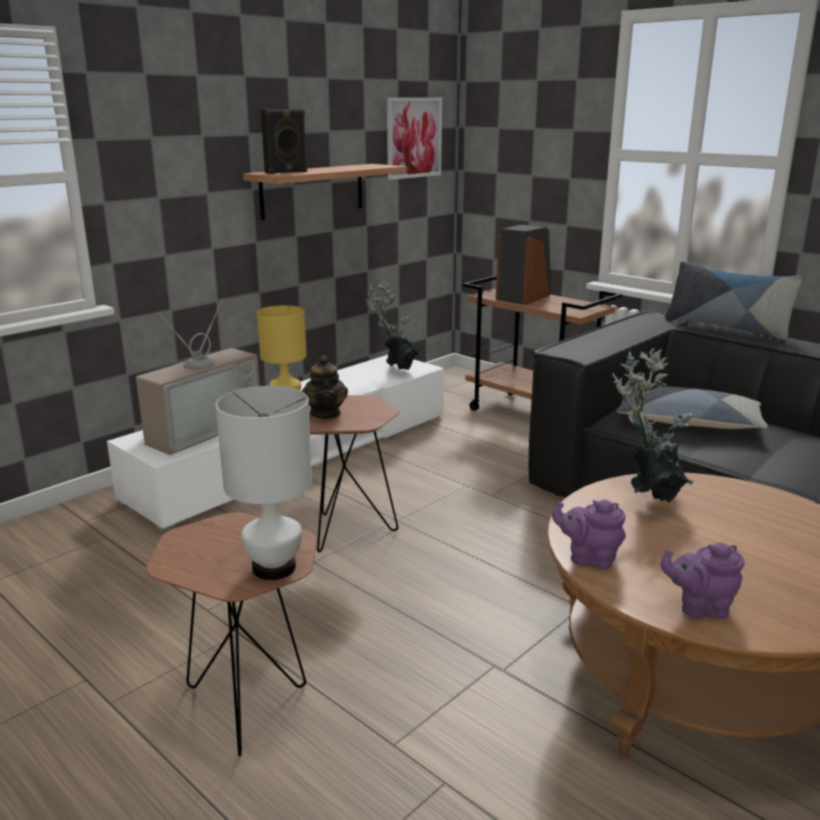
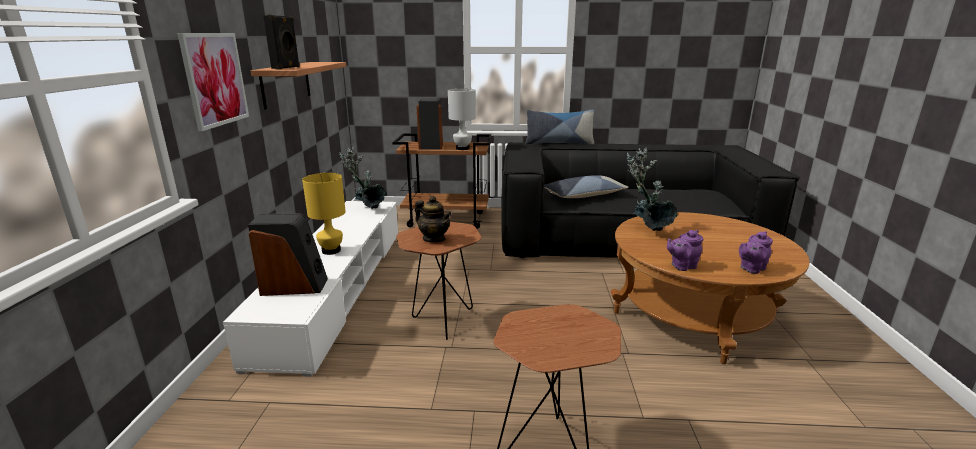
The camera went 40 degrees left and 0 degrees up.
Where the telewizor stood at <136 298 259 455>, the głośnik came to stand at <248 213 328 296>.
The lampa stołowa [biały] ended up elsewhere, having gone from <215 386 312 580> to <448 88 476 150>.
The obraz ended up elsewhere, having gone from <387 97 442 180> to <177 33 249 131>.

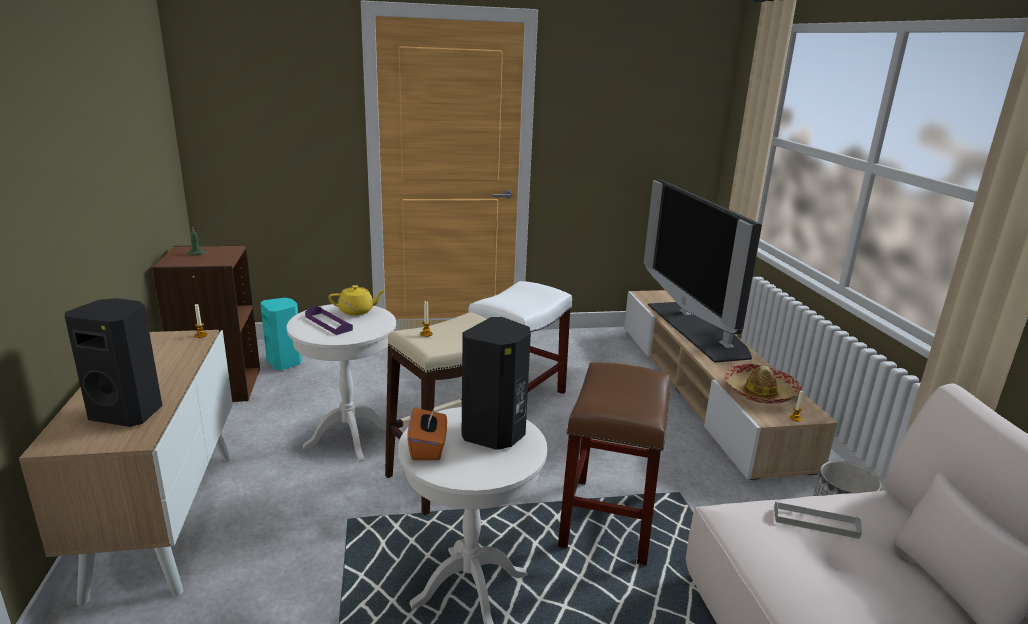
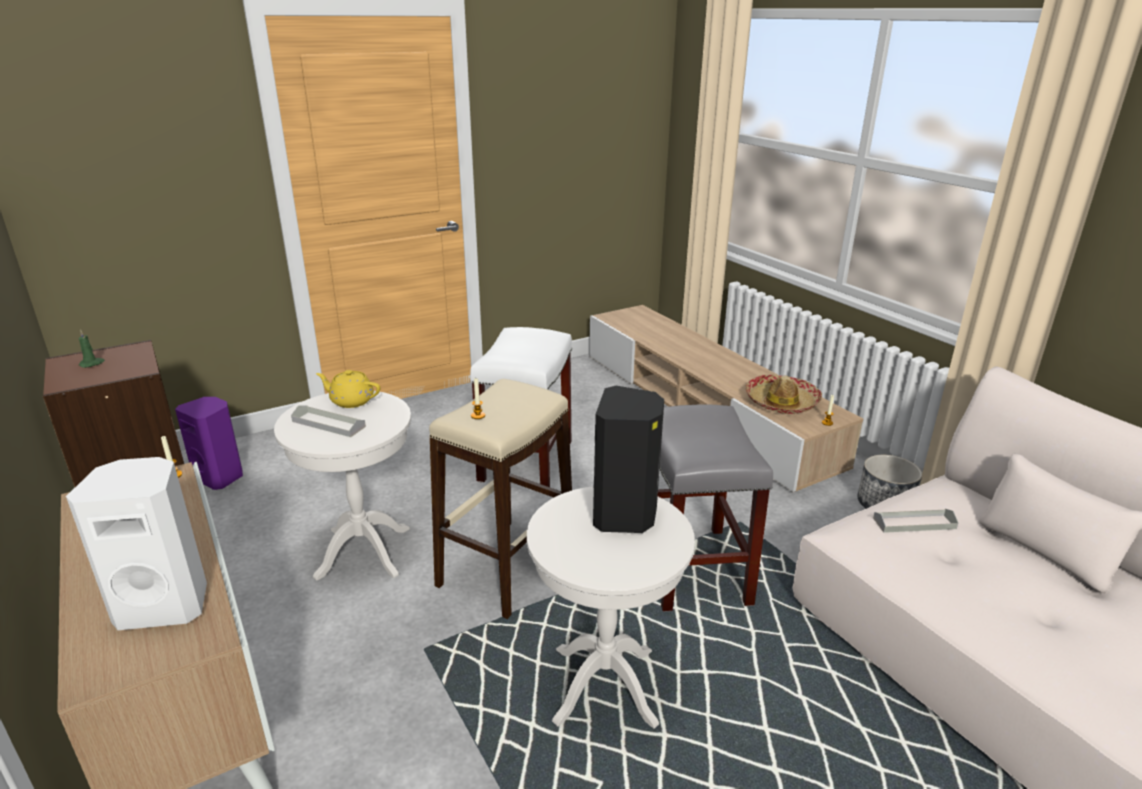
The camera went 20 degrees left and 5 degrees up.
What was the głośnik [czarny] at <65 298 162 427> turned into the głośnik [biały] at <66 457 207 630>.
What was the głośnik [turkusowy] at <260 298 302 370> turned into the głośnik [fioletowy] at <175 397 243 490>.
What was the taca [fioletowy] at <305 306 353 335> turned into the taca [szary] at <291 405 366 437>.
The imbryk [żółty] at <328 285 386 316> ended up facing another way, 135 degrees counterclockwise from before.
The second view lost the pudełko chusteczek [pomarańczowy] at <408 406 447 460>.
What was the stołek [brązowy] at <558 362 671 566> turned into the stołek [szary] at <658 404 773 612>.
The second view lost the telewizor at <643 179 762 363>.

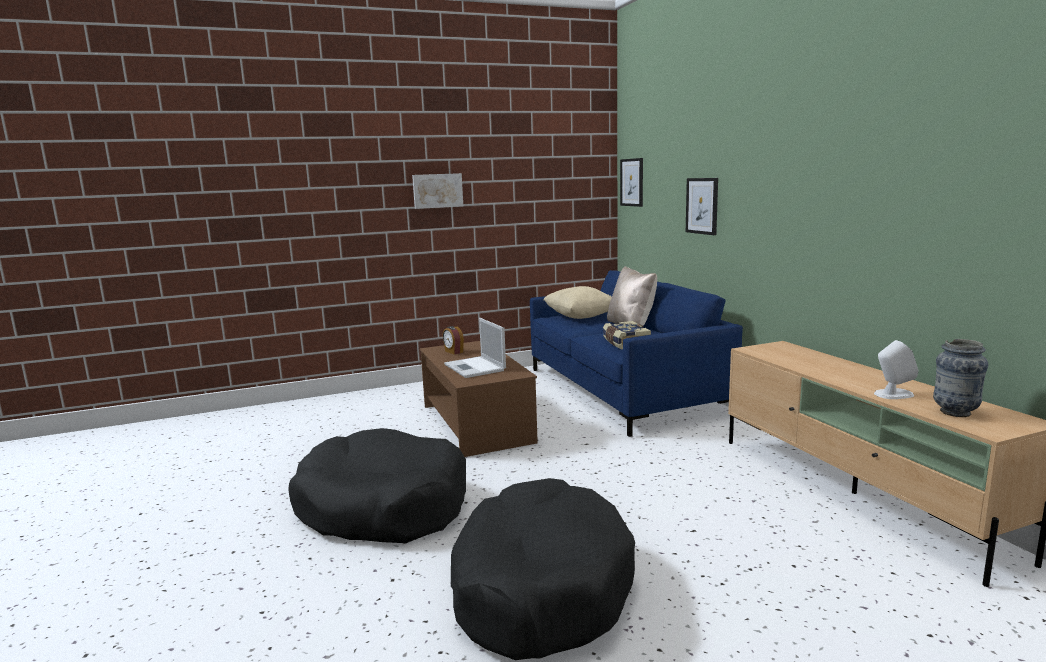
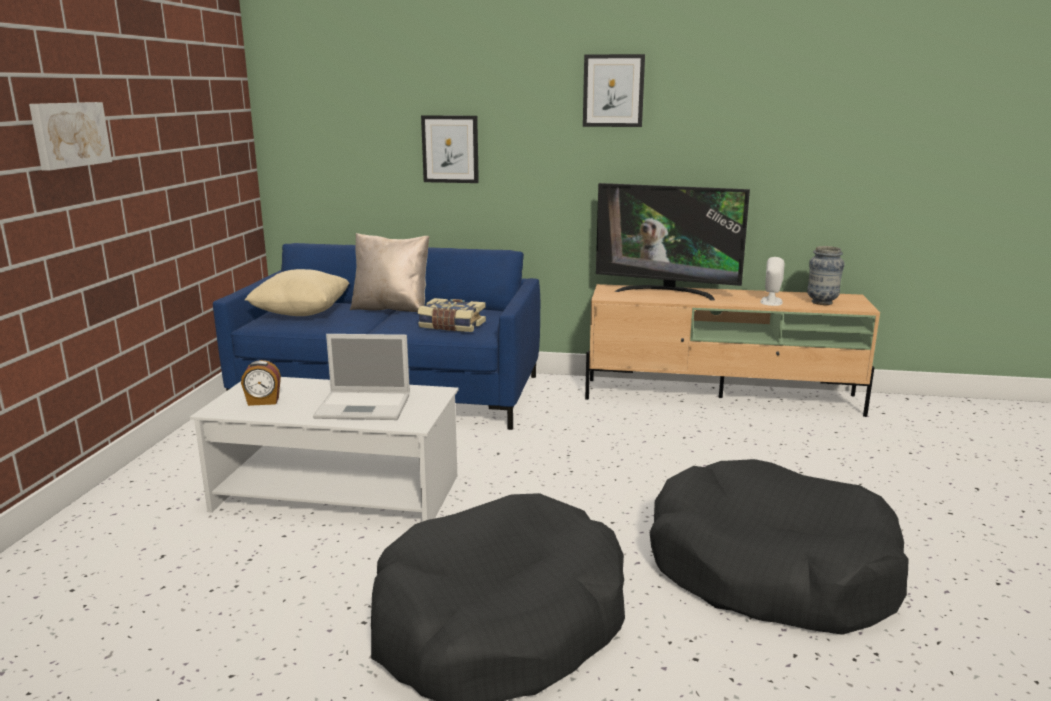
The camera went 60 degrees left and 5 degrees up.
What was the ława [brązowy] at <420 341 538 457> turned into the ława [biały] at <190 377 459 522>.
The obraz ended up elsewhere, having gone from <620 158 643 207> to <583 54 645 127>.
The second view gained the telewizor at <596 183 750 300>.

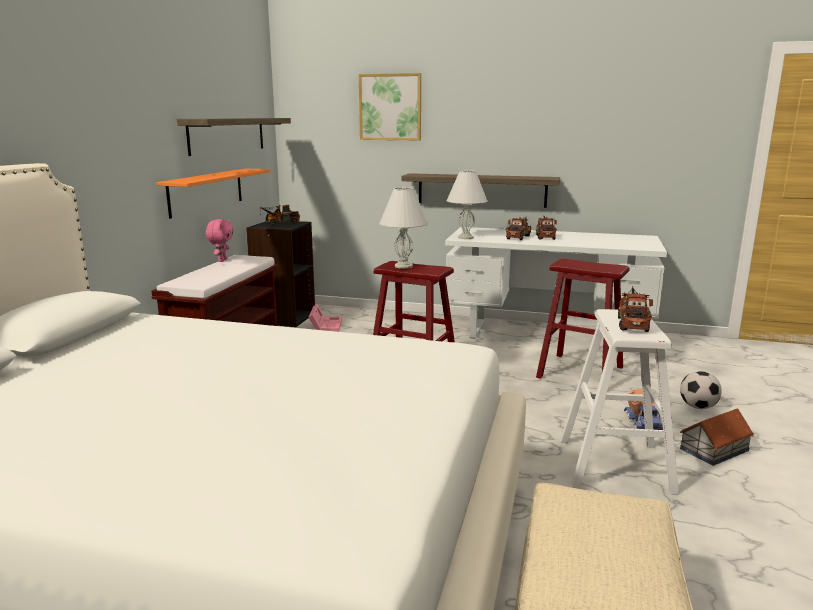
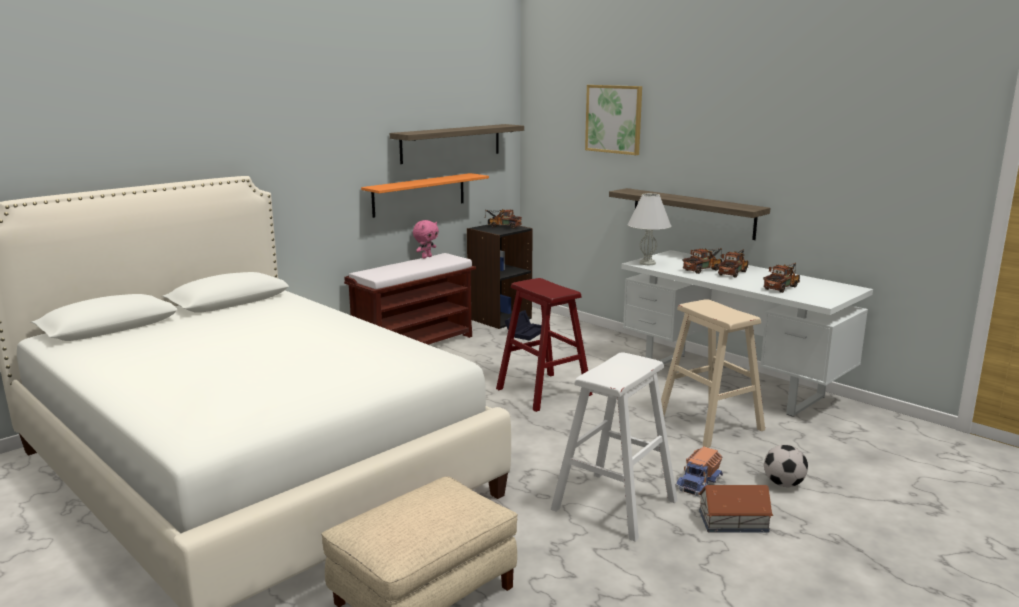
The camera went 30 degrees right and 0 degrees up.
What was the pojemnik do przechowywania [różowy] at <309 305 342 332> turned into the pojemnik do przechowywania [czarny] at <505 310 541 341>.
The second view lost the lampa stołowa [biały] at <379 187 428 269>.
What was the stołek [czerwony] at <536 258 630 379> turned into the stołek [beżowy] at <661 299 765 448>.
The ciężarówka zabawkowa ended up elsewhere, having gone from <618 286 653 332> to <763 263 800 293>.

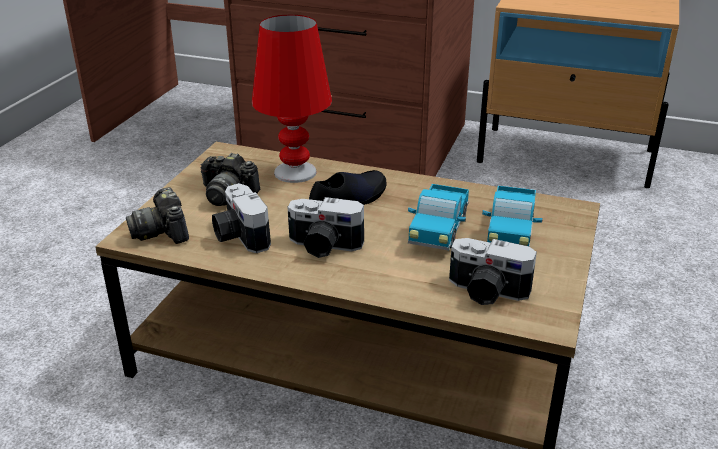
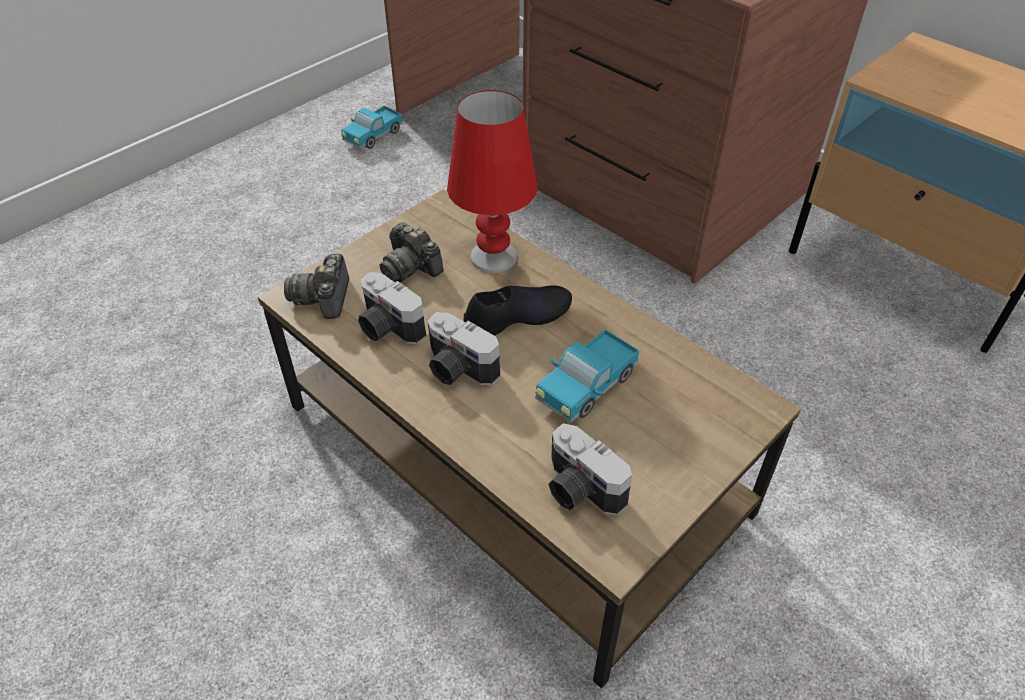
The camera went 25 degrees right and 15 degrees up.
The aparat fotograficzny at <212 183 271 253> ended up facing another way, 45 degrees counterclockwise from before.
The ciężarówka zabawkowa ended up elsewhere, having gone from <482 186 543 247> to <341 106 403 149>.

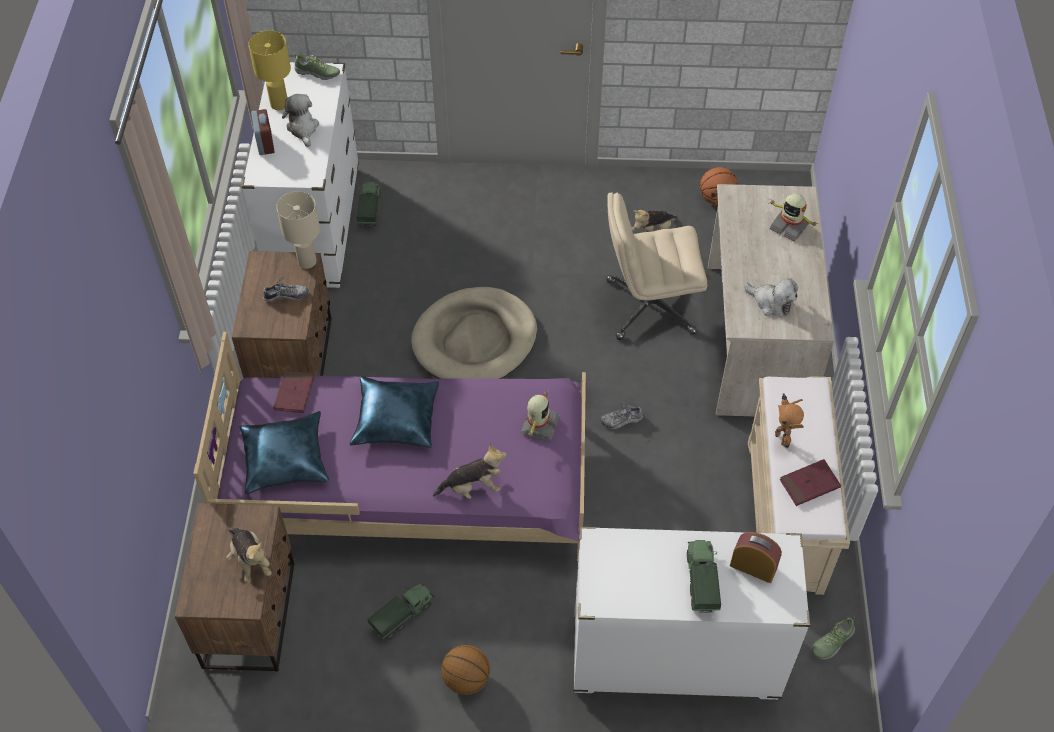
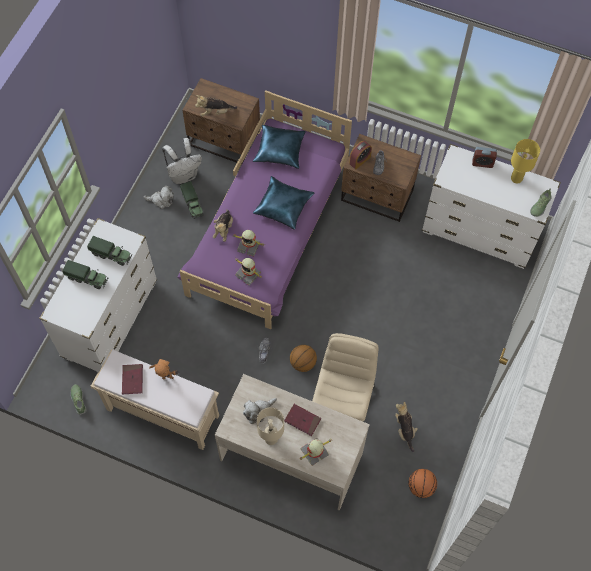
The camera went 110 degrees right and 10 degrees up.
The książka [czerwony] ended up elsewhere, having gone from <273 371 315 413> to <284 404 321 436>.
The lampa stołowa [beżowy] ended up elsewhere, having gone from <276 191 320 269> to <257 407 284 445>.
The pluszak ended up elsewhere, having gone from <282 94 319 147> to <144 186 174 209>.
The ciężarówka zabawkowa ended up elsewhere, having gone from <357 182 380 226> to <87 236 132 266>.
The second view lost the legowisko [beżowy] at <411 287 537 379>.
The piłka do koszykówki ended up elsewhere, having gone from <441 645 490 695> to <290 345 317 372>.
The budzik ended up elsewhere, having gone from <730 532 782 583> to <349 141 372 169>.
The second view gained the plecak [biały] at <162 138 202 184>.
The second view gained the robot zabawkowy at <234 230 264 257>.

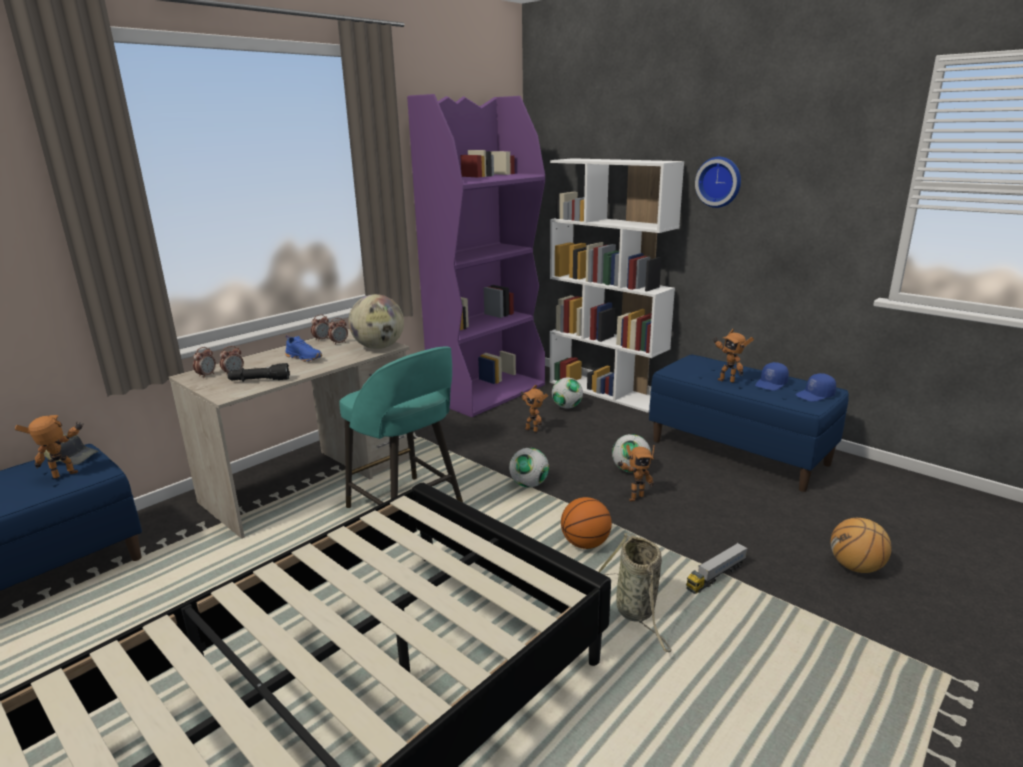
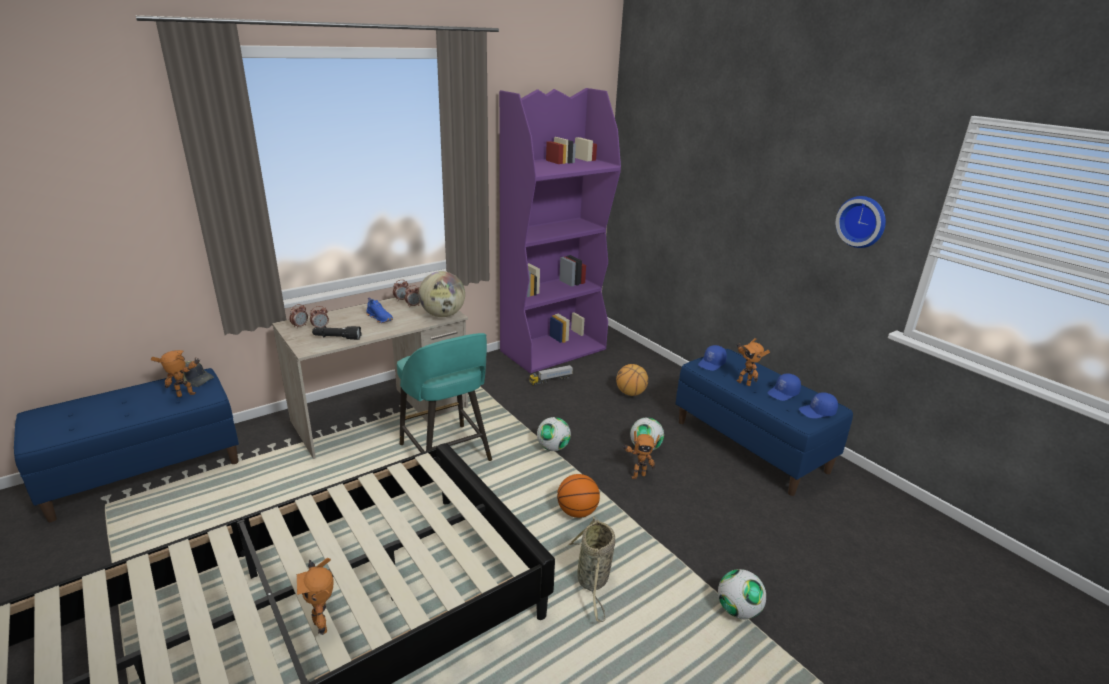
The camera went 10 degrees right and 5 degrees up.
The robot zabawkowy ended up elsewhere, having gone from <520 385 548 432> to <297 558 334 635>.
The second view lost the regał [biały] at <550 158 684 413>.
The piłka futbolowa ended up elsewhere, having gone from <552 377 583 408> to <718 569 766 619>.
The ciężarówka zabawkowa ended up elsewhere, having gone from <686 542 748 594> to <529 365 573 385>.
The zegar ścienny ended up elsewhere, having gone from <695 157 741 208> to <836 196 886 248>.
The piłka do koszykówki ended up elsewhere, having gone from <830 518 892 573> to <616 364 648 396>.
The second view gained the czapka z daszkiem [niebieski] at <698 345 727 371>.

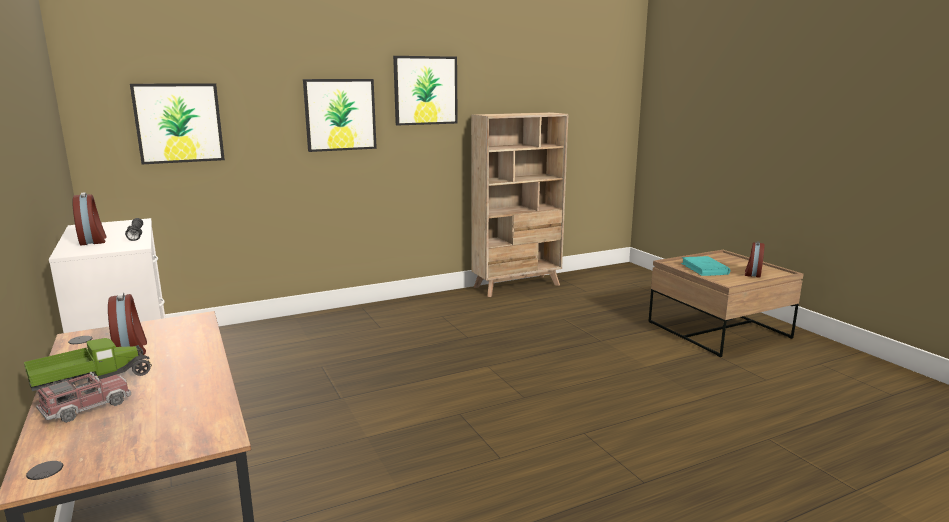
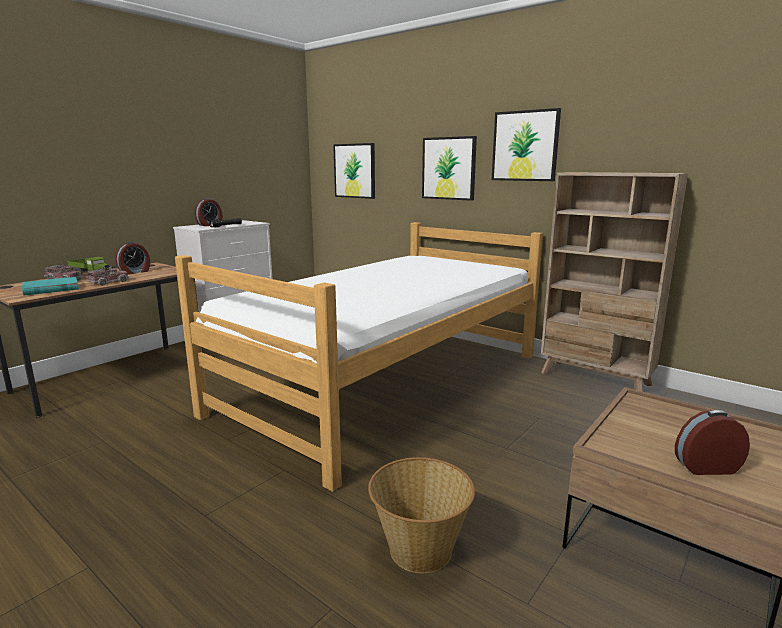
The camera went 65 degrees right and 0 degrees up.
The książka [turkusowy] ended up elsewhere, having gone from <681 256 730 276> to <22 277 79 296>.
The second view gained the ciężarówka zabawkowa at <86 267 129 286>.
The second view gained the łóżko at <175 222 543 492>.
The second view gained the koszyk at <368 457 475 573>.

